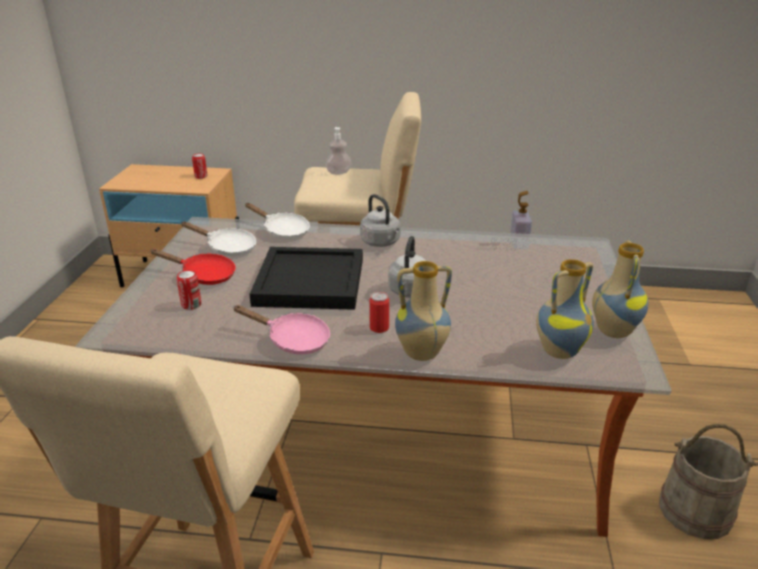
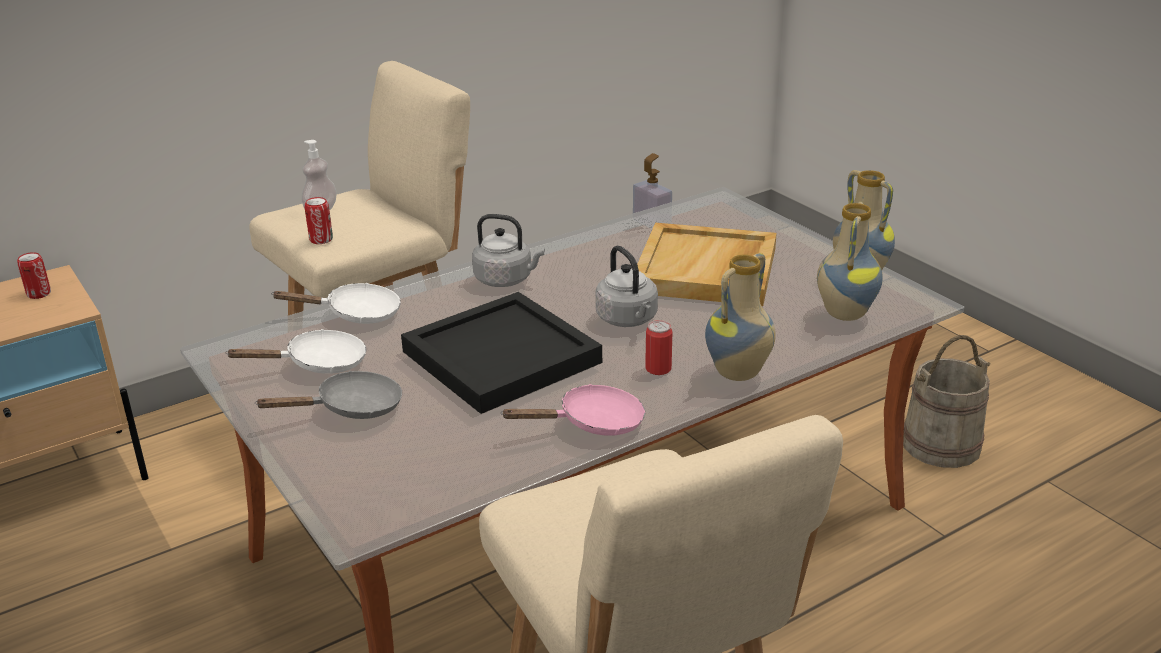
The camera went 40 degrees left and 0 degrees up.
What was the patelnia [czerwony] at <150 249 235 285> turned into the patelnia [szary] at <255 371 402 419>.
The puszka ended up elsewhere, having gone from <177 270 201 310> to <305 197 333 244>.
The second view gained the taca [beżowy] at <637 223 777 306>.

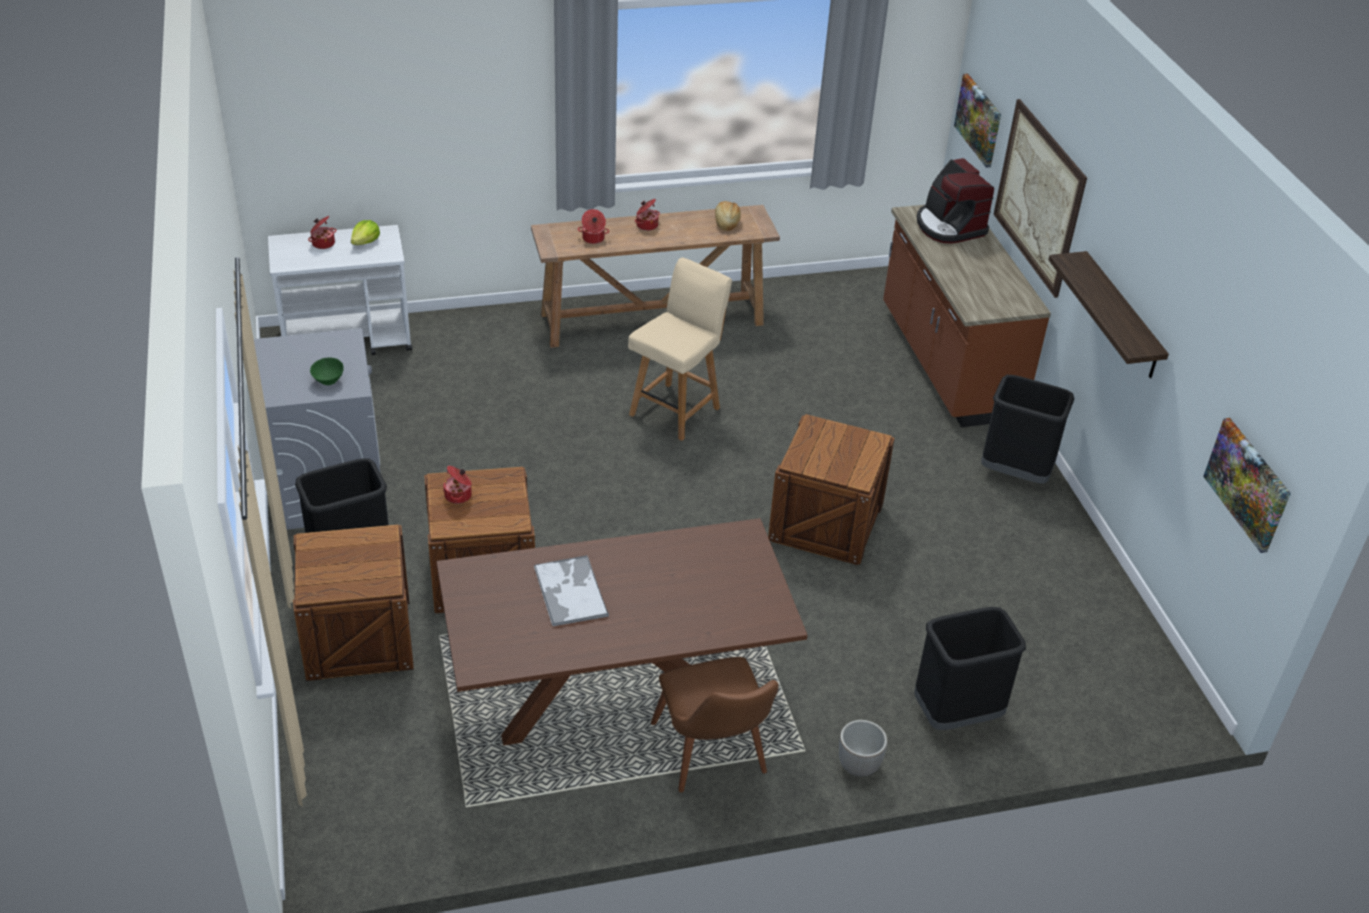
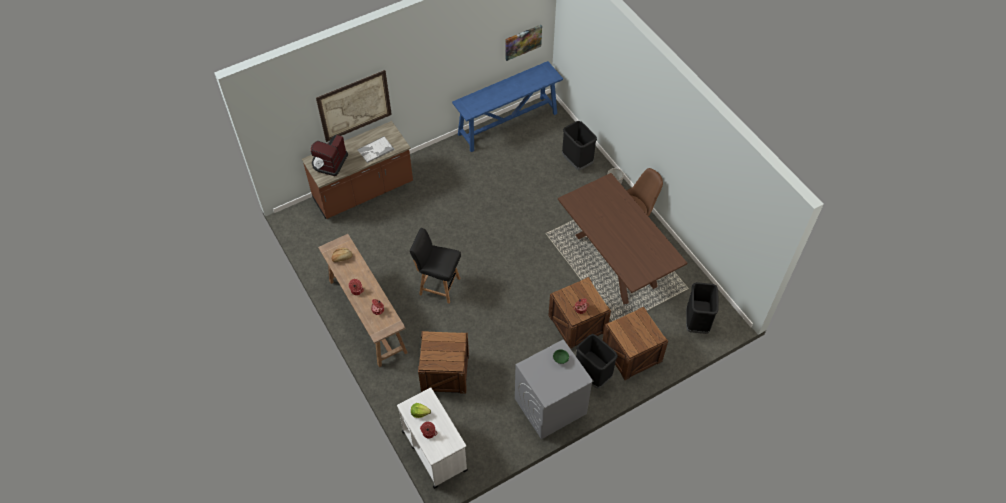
The camera went 105 degrees left and 15 degrees up.
The taca ended up elsewhere, having gone from <534 555 609 627> to <357 136 395 163>.
What was the krzesło [beżowy] at <628 258 732 441> turned into the krzesło [czarny] at <410 228 461 304>.
The skrzynka ended up elsewhere, having gone from <768 414 895 565> to <418 331 469 394>.
The ekspres do kawy at <917 158 994 244> ended up facing another way, 150 degrees clockwise from before.
The second view lost the obraz at <954 74 1001 168>.
The kosz na śmieci [czarny] ended up elsewhere, having gone from <981 375 1074 483> to <686 282 719 334>.
The second view lost the półka at <1049 251 1169 378>.
The second view gained the stolik konsolowy [niebieski] at <452 61 563 152>.

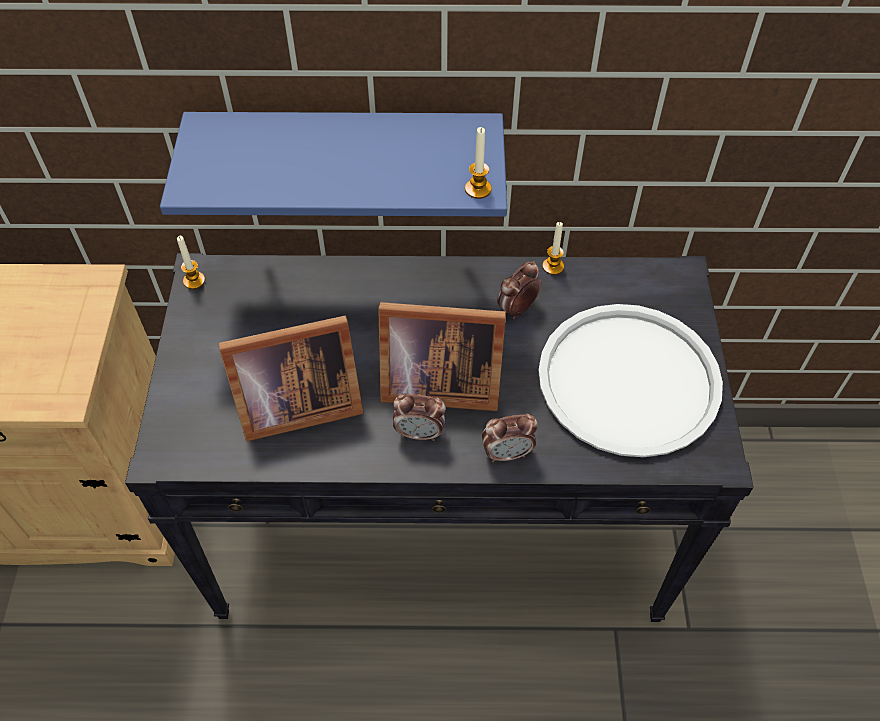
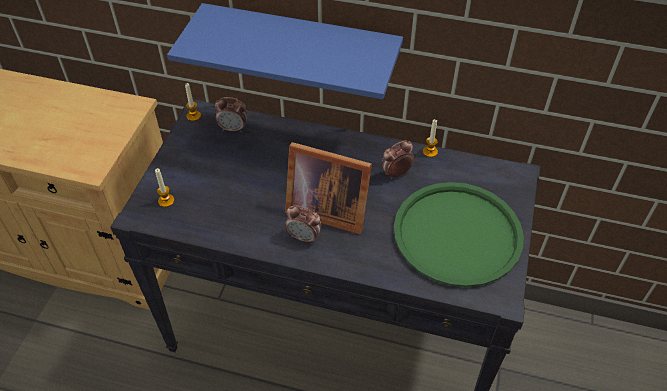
The camera went 15 degrees right and 5 degrees down.
The second view lost the ramka na zdjęcie at <219 316 363 441>.
The świeca ended up elsewhere, having gone from <465 127 492 199> to <155 168 174 207>.
The budzik ended up elsewhere, having gone from <482 414 538 462> to <215 97 247 132>.
What was the taca [biały] at <538 304 723 457> turned into the taca [zielony] at <394 182 524 287>.

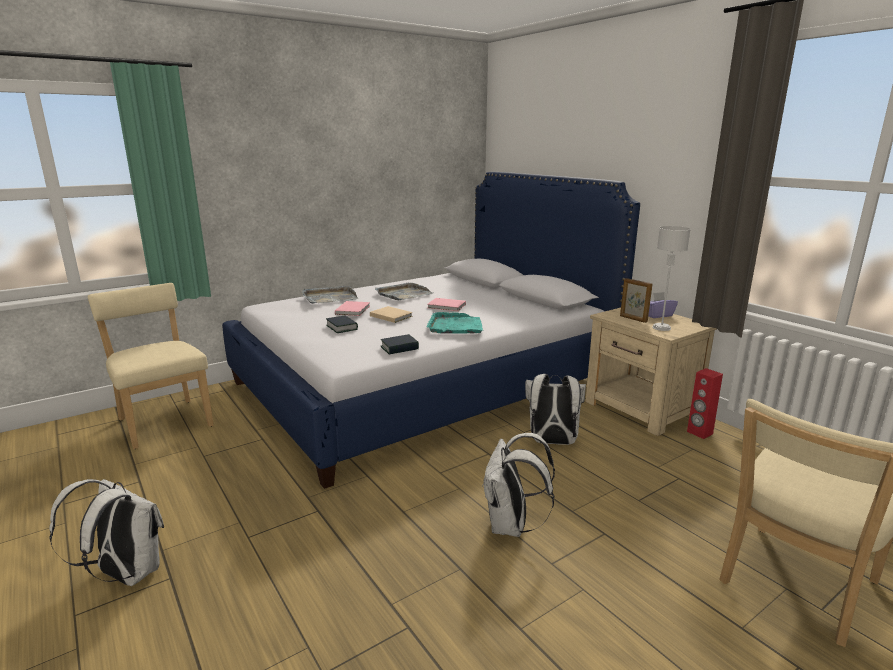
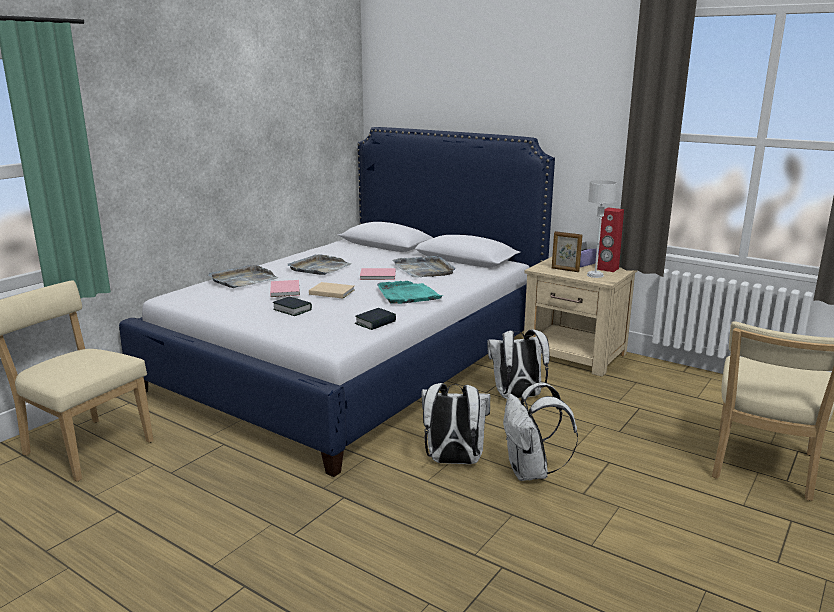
The camera went 20 degrees left and 0 degrees up.
The plecak [biały] ended up elsewhere, having gone from <49 479 164 586> to <422 383 491 464>.
The głośnik [czerwony] ended up elsewhere, having gone from <687 368 723 439> to <597 207 624 272>.
The second view gained the taca [szary] at <392 255 456 278>.

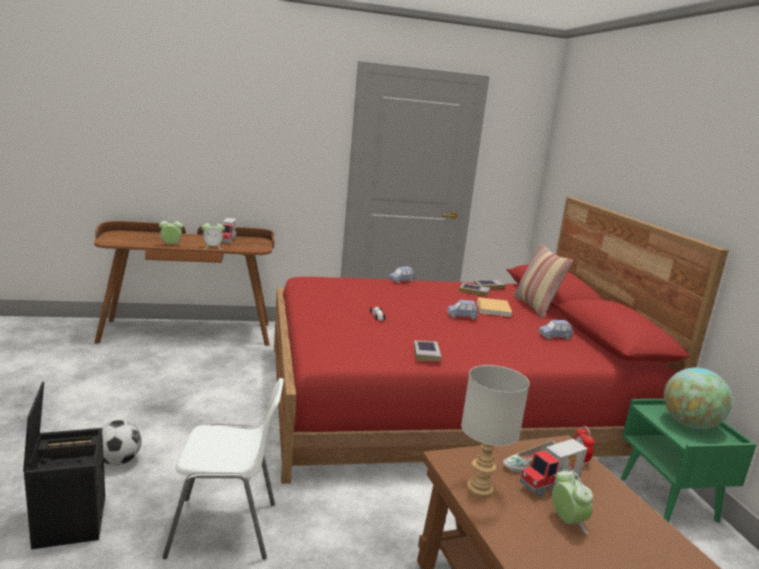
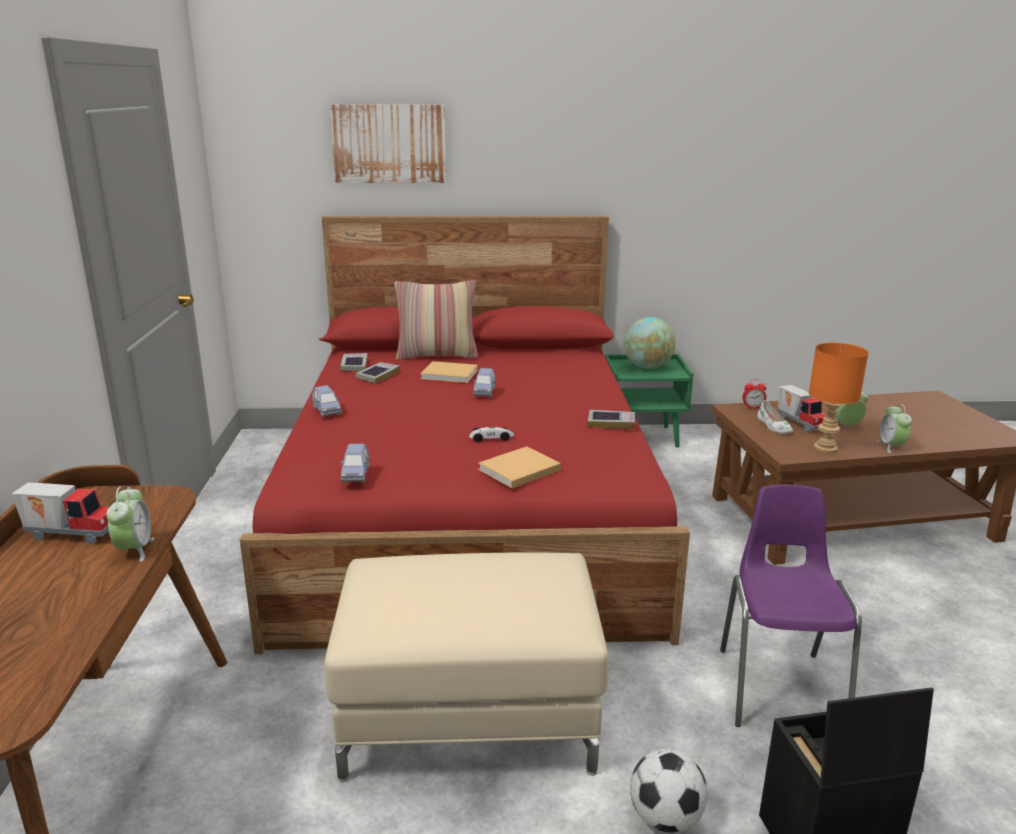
The camera went 80 degrees left and 5 degrees up.
The budzik ended up elsewhere, having gone from <159 221 183 245> to <877 404 912 453>.
What was the krzesło [biały] at <162 378 284 560> turned into the krzesło [fioletowy] at <720 485 862 727>.
What was the lampa stołowa [szary] at <461 365 530 498> turned into the lampa stołowa [pomarańczowy] at <809 343 869 453>.
The samochodzik [niebieski] ended up elsewhere, having gone from <538 320 573 340> to <340 444 370 483>.
The second view gained the pufa [beżowy] at <324 552 608 782>.
The second view gained the obraz at <330 104 446 183>.
The second view gained the książka [beżowy] at <478 446 561 488>.

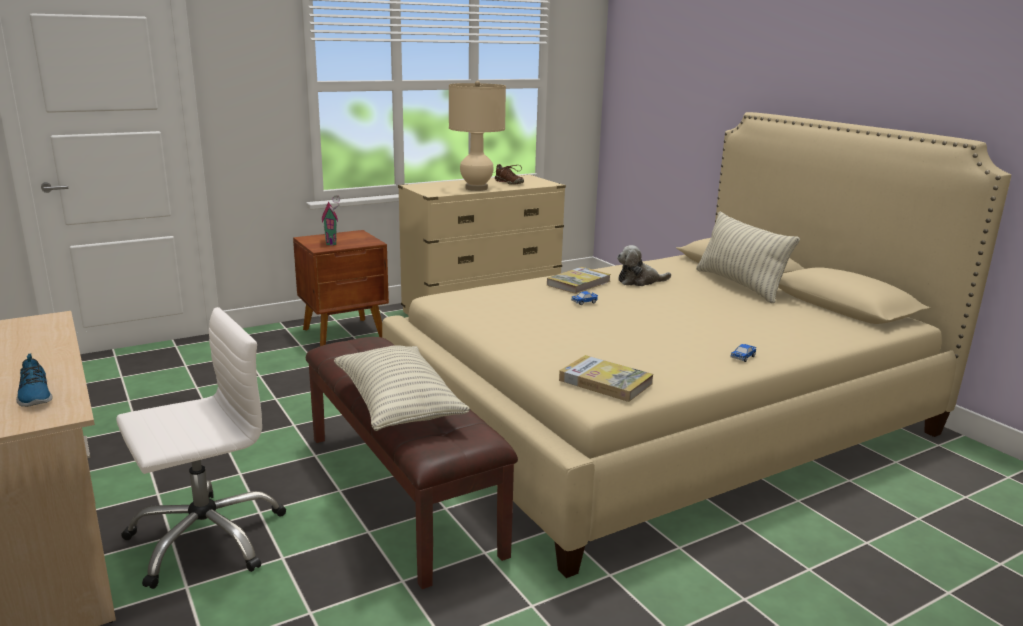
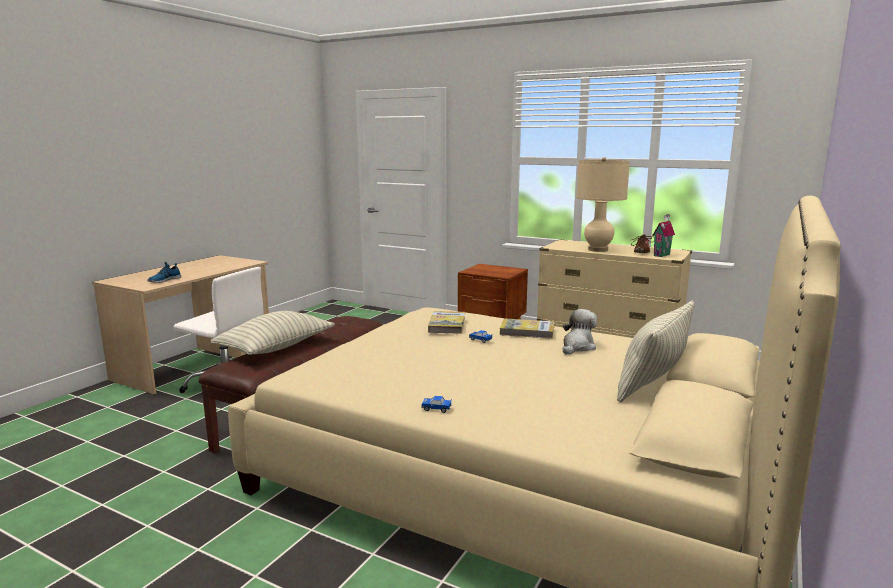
The camera went 60 degrees right and 5 degrees down.
The domek ended up elsewhere, having gone from <322 195 340 246> to <652 214 675 257>.
The książka ended up elsewhere, having gone from <559 355 653 402> to <428 311 465 334>.
The pluszak at <617 245 671 286> ended up facing another way, 75 degrees clockwise from before.

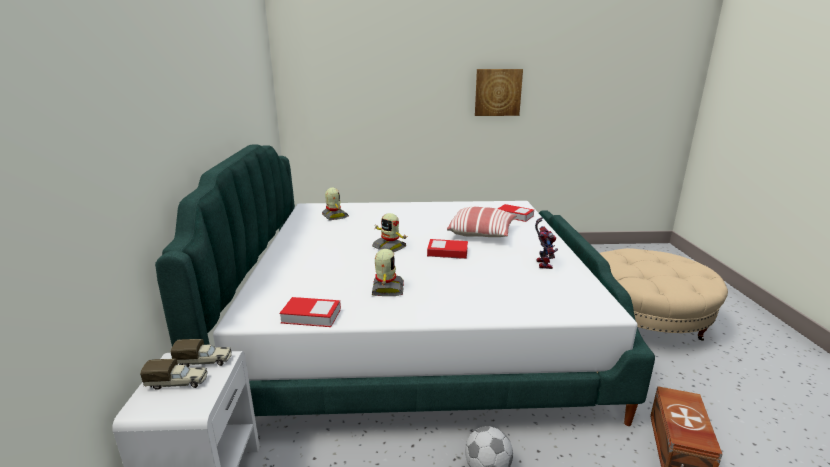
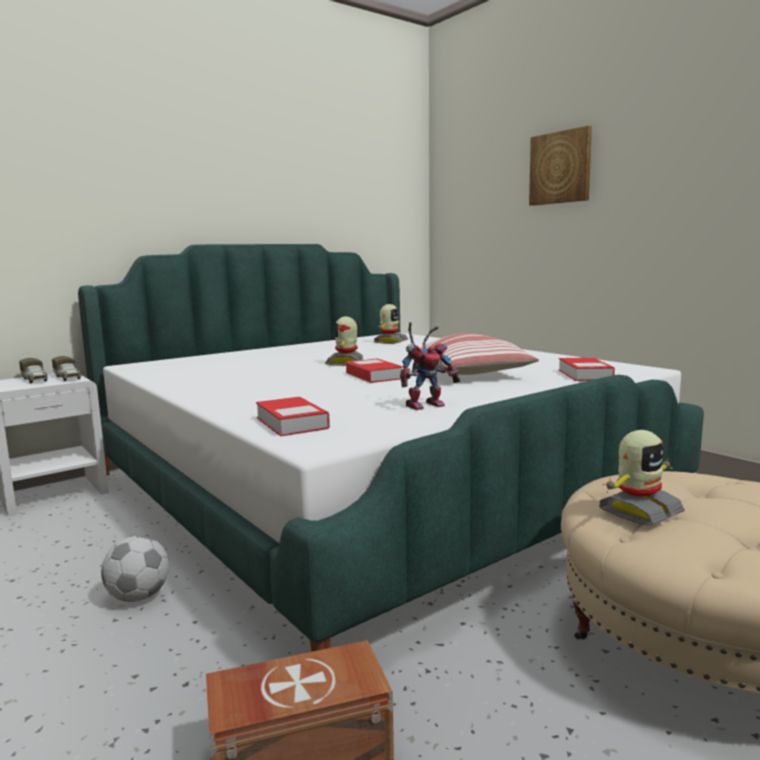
The camera went 55 degrees right and 10 degrees down.
The książka ended up elsewhere, having gone from <279 297 341 327> to <256 397 330 436>.
The robot zabawkowy ended up elsewhere, having gone from <372 249 404 296> to <599 430 685 526>.
The obraz ended up elsewhere, having gone from <475 69 523 116> to <529 126 592 206>.

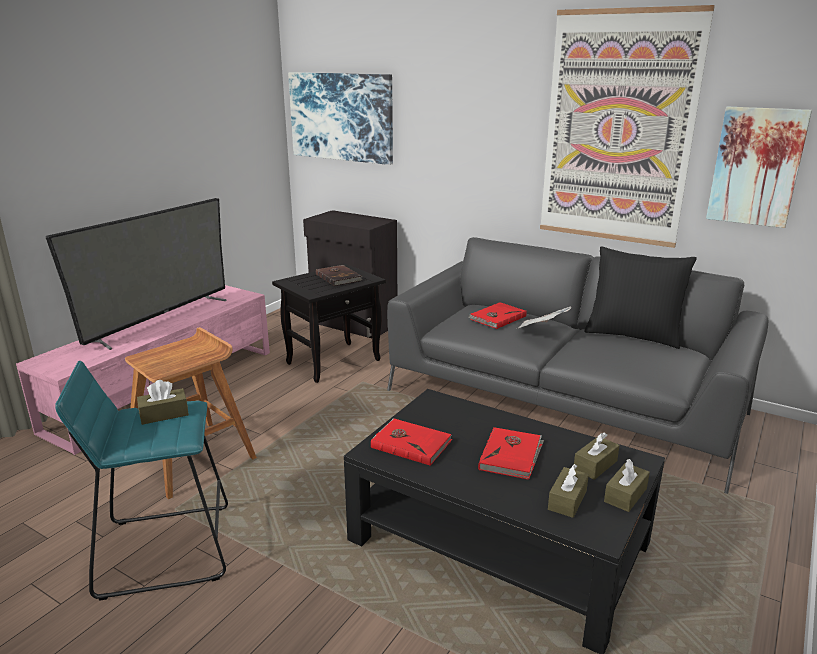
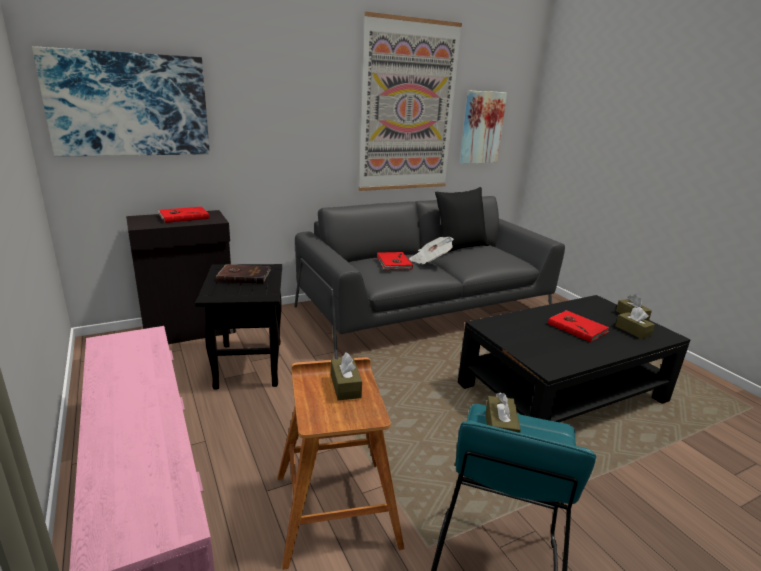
The camera went 60 degrees left and 0 degrees up.
The second view lost the telewizor at <46 198 227 350>.
The książka [czerwony] ended up elsewhere, having gone from <371 419 452 466> to <158 207 209 223>.
The pudełko chusteczek [brązowy] ended up elsewhere, having gone from <574 432 620 480> to <331 352 362 400>.

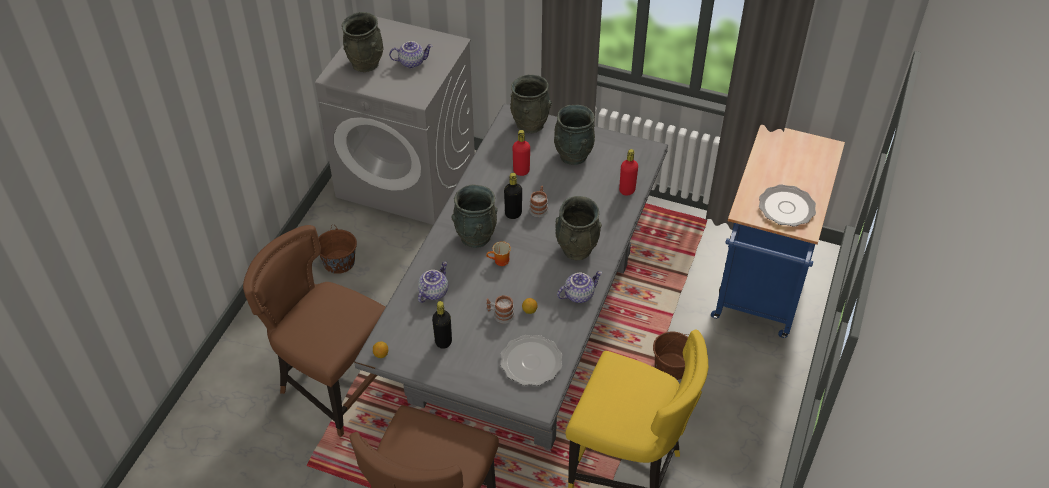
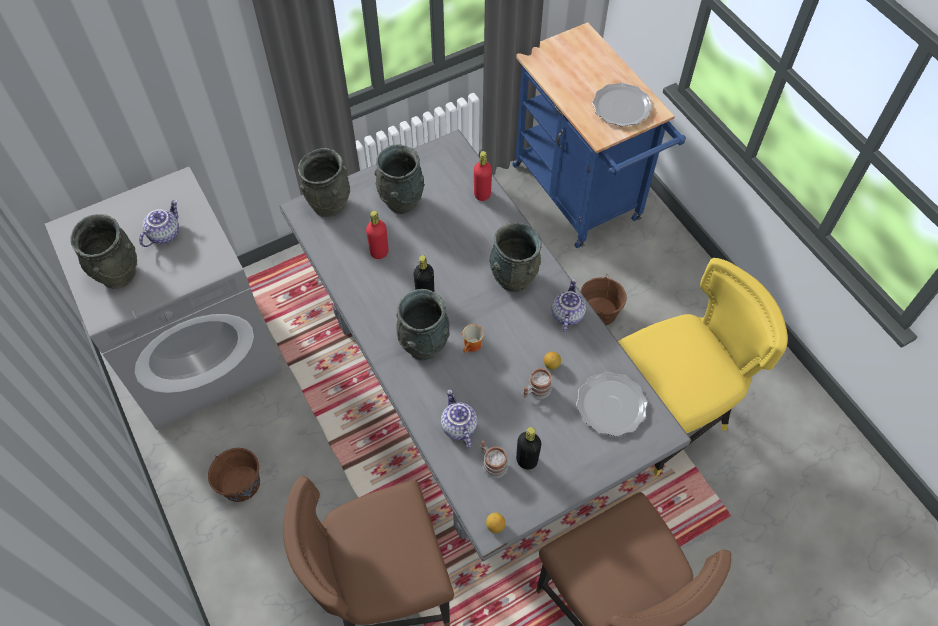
The camera went 50 degrees left and 10 degrees up.
The kubek ended up elsewhere, having gone from <529 186 548 217> to <481 441 508 478>.

